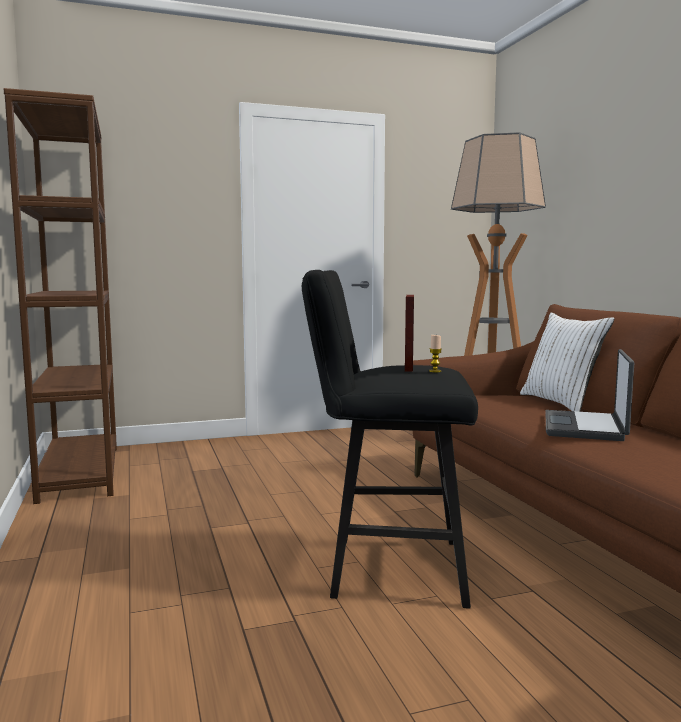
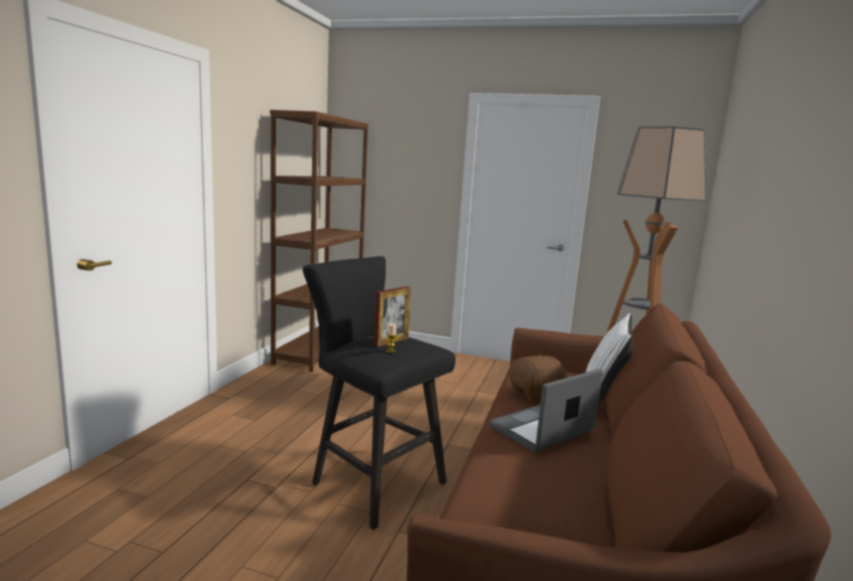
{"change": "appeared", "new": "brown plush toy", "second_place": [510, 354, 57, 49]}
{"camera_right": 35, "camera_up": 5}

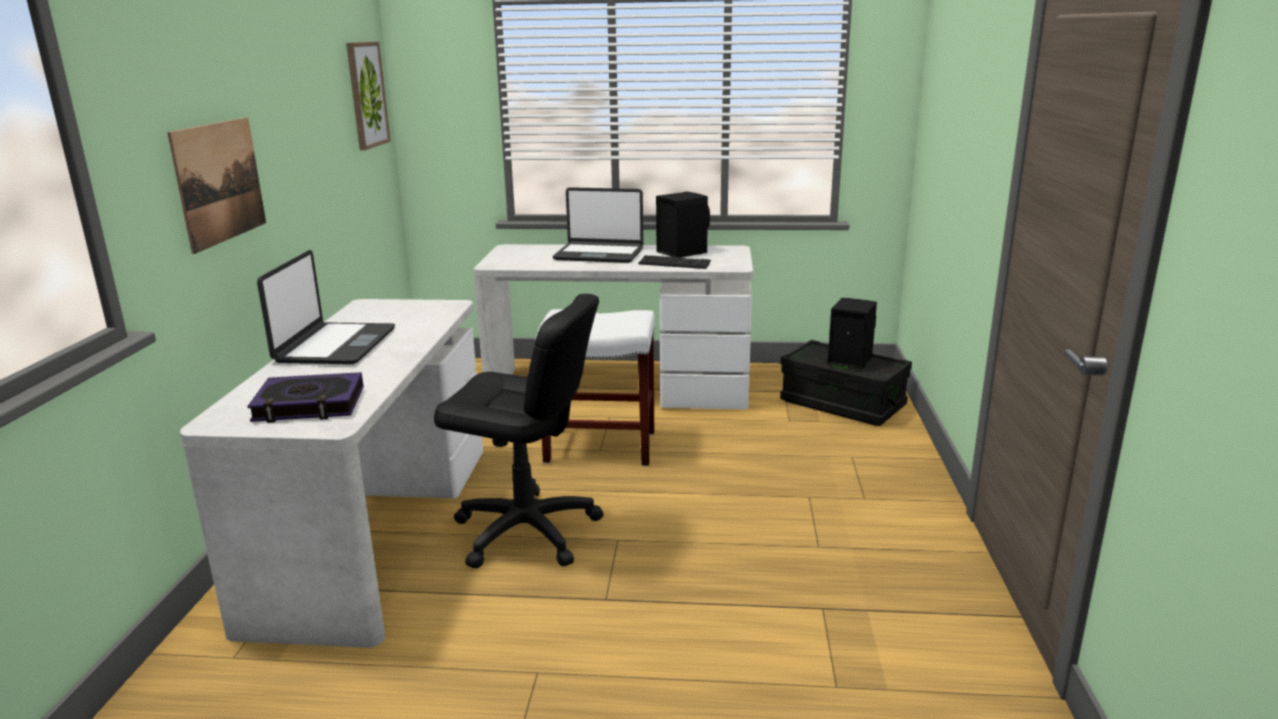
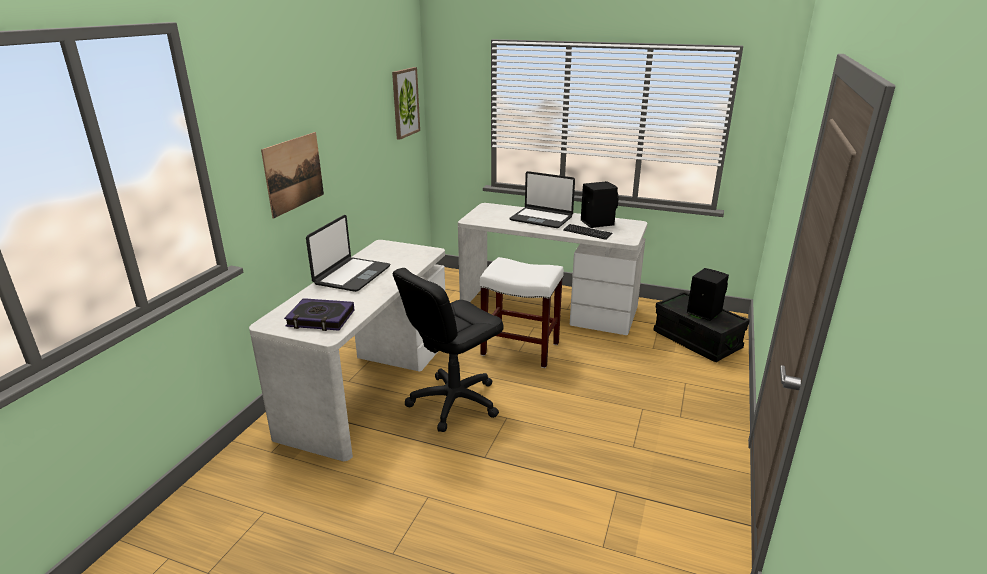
{"change": "spun", "old": "black office chair", "first_place": [434, 294, 169, 274], "second_place": [393, 268, 111, 164], "degrees": 105}
{"camera_right": 15, "camera_up": 5}

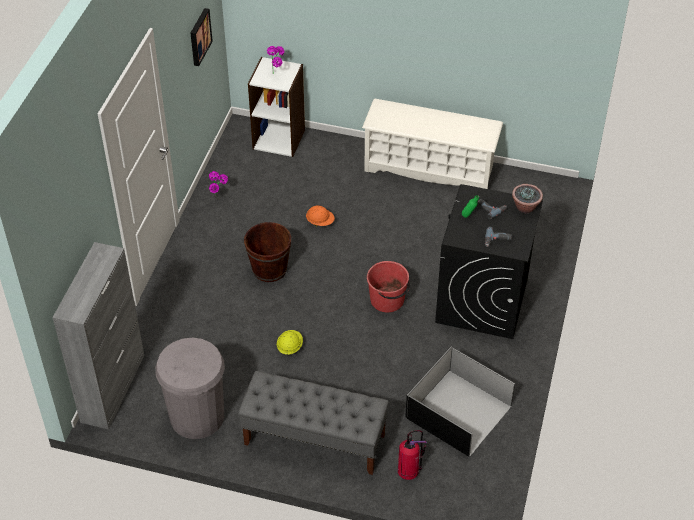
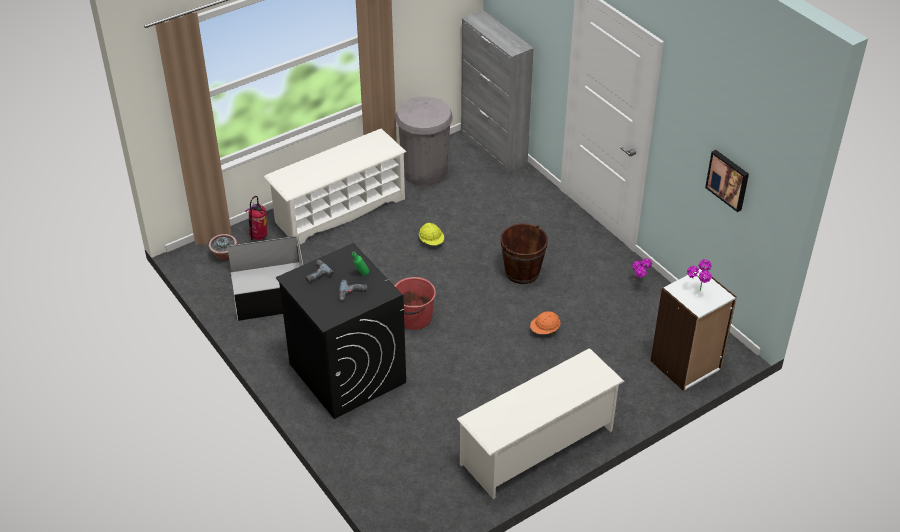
{"change": "relocated", "old": "potted plant", "first_place": [512, 184, 31, 29], "second_place": [209, 234, 28, 27]}
{"change": "exchanged", "old": "grey bench", "new": "white shoe rack", "first_place": [238, 371, 151, 104], "second_place": [264, 129, 142, 115]}
{"camera_right": 130, "camera_up": -5}

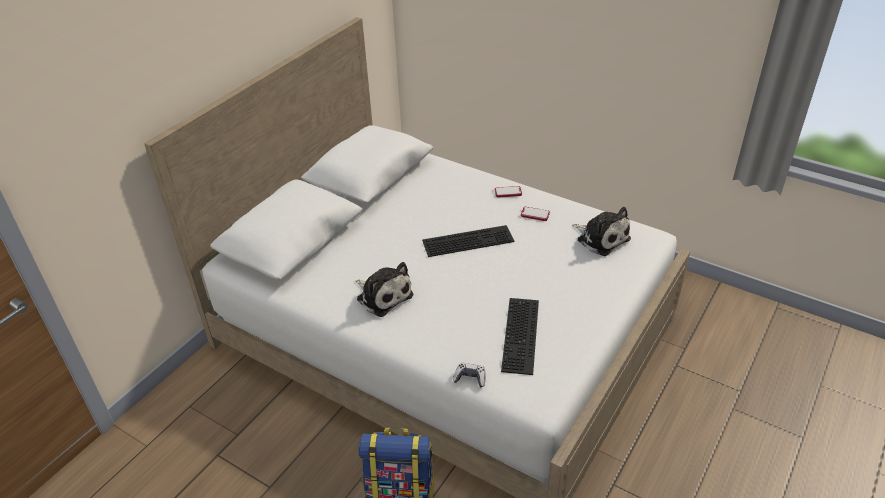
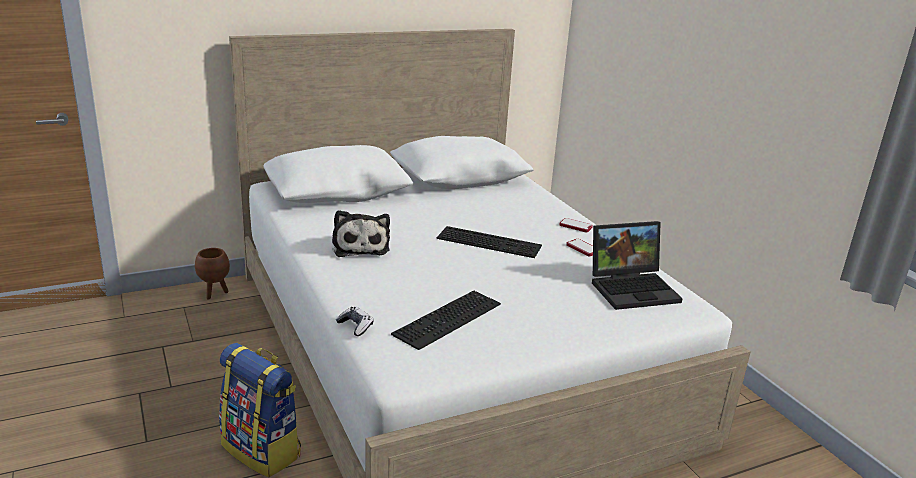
{"change": "appeared", "new": "brown planter", "second_place": [195, 248, 35, 52]}
{"change": "exchanged", "old": "plush toy", "new": "laptop", "first_place": [572, 207, 59, 49], "second_place": [592, 221, 91, 89]}
{"camera_right": 30, "camera_up": -15}

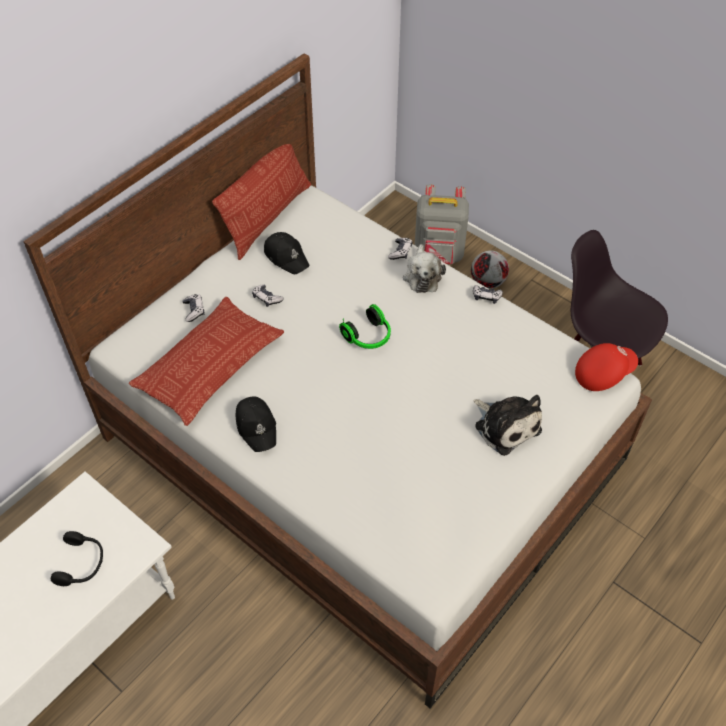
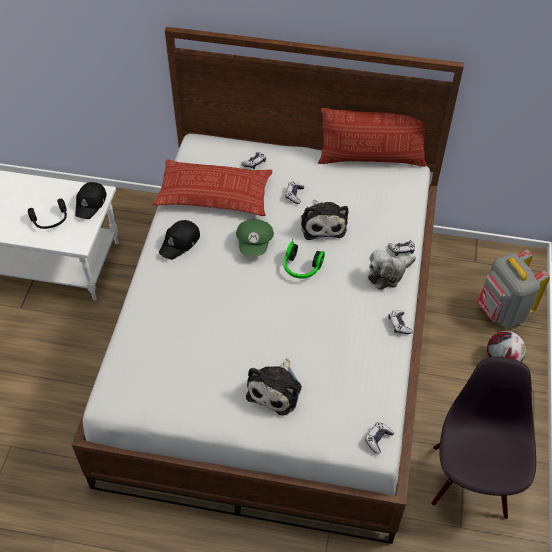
{"change": "appeared", "new": "green cap", "second_place": [236, 219, 38, 37]}
{"change": "appeared", "new": "plush toy", "second_place": [301, 200, 47, 40]}
{"change": "relocated", "old": "black cap", "first_place": [264, 232, 46, 42], "second_place": [75, 182, 32, 37]}
{"change": "exchanged", "old": "red cap", "new": "game controller", "first_place": [575, 343, 63, 48], "second_place": [365, 422, 29, 32]}
{"camera_right": 60, "camera_up": 0}

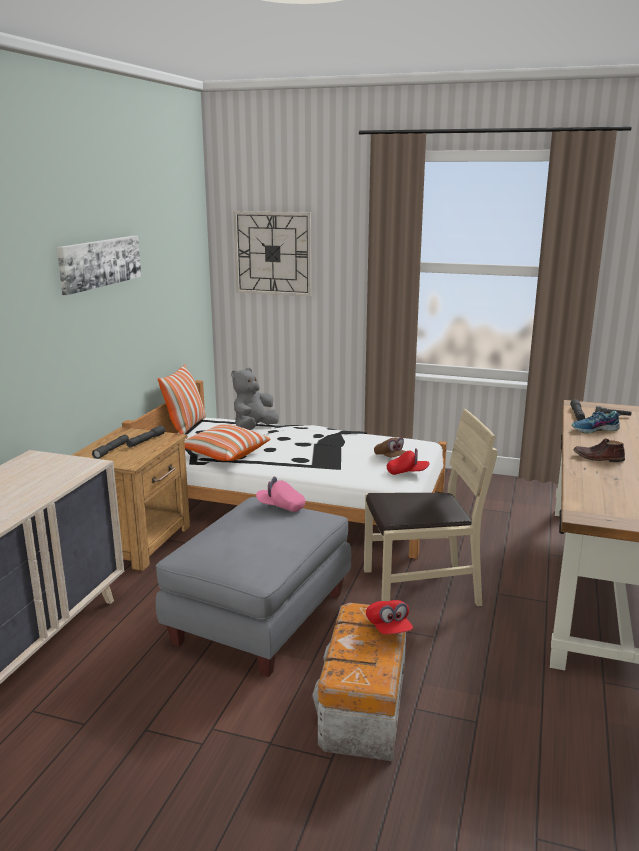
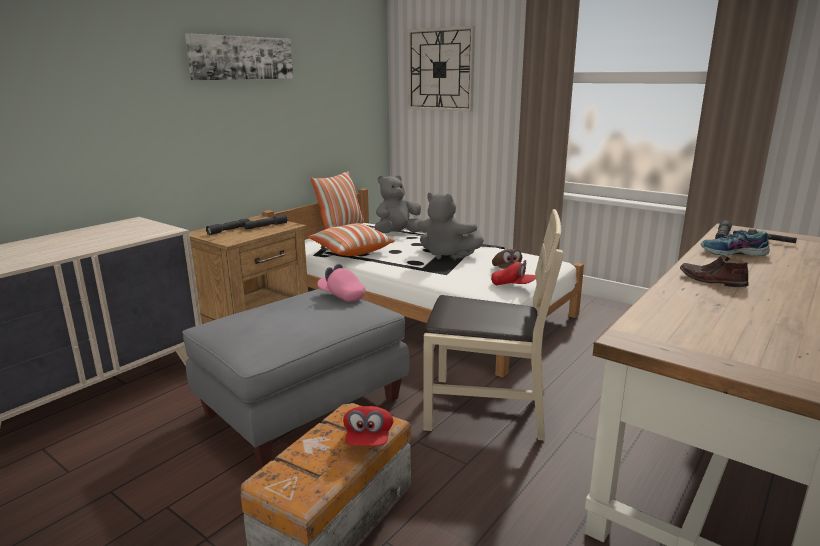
{"change": "appeared", "new": "grey plush toy", "second_place": [417, 193, 67, 66]}
{"camera_right": 20, "camera_up": 0}

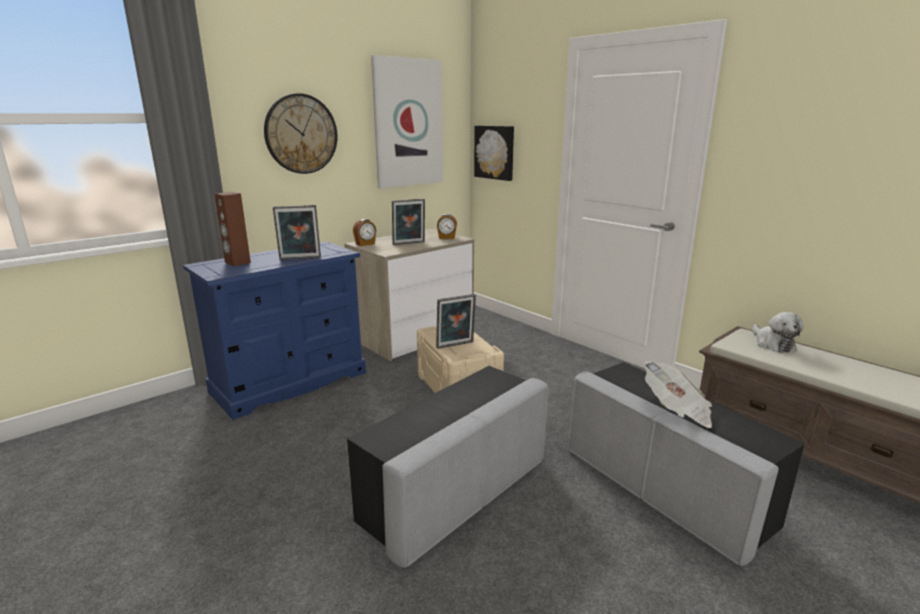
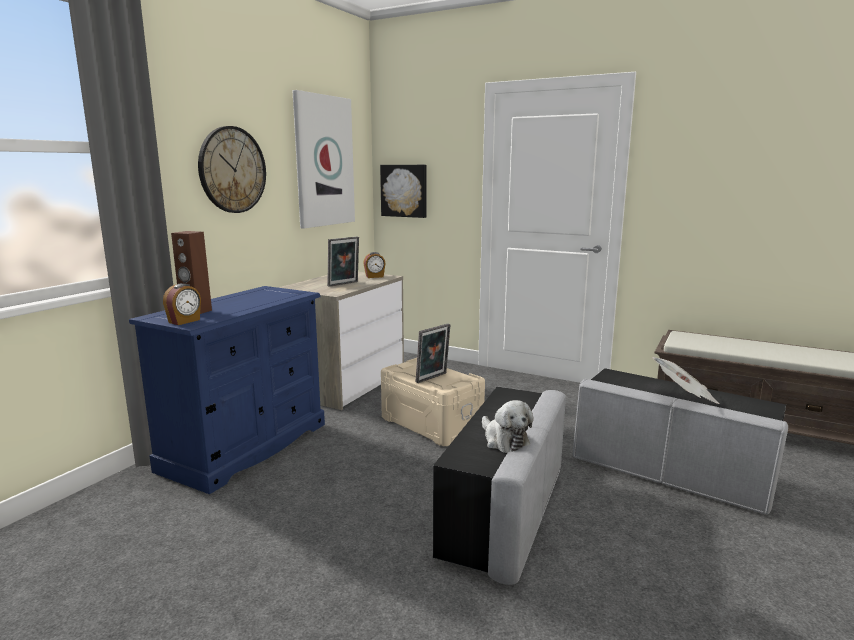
{"change": "missing", "old": "picture frame", "first_place": [273, 205, 48, 55]}
{"change": "relocated", "old": "alarm clock", "first_place": [353, 219, 23, 27], "second_place": [163, 283, 38, 42]}
{"change": "relocated", "old": "plush toy", "first_place": [752, 312, 51, 41], "second_place": [482, 400, 52, 53]}
{"camera_right": -20, "camera_up": -5}

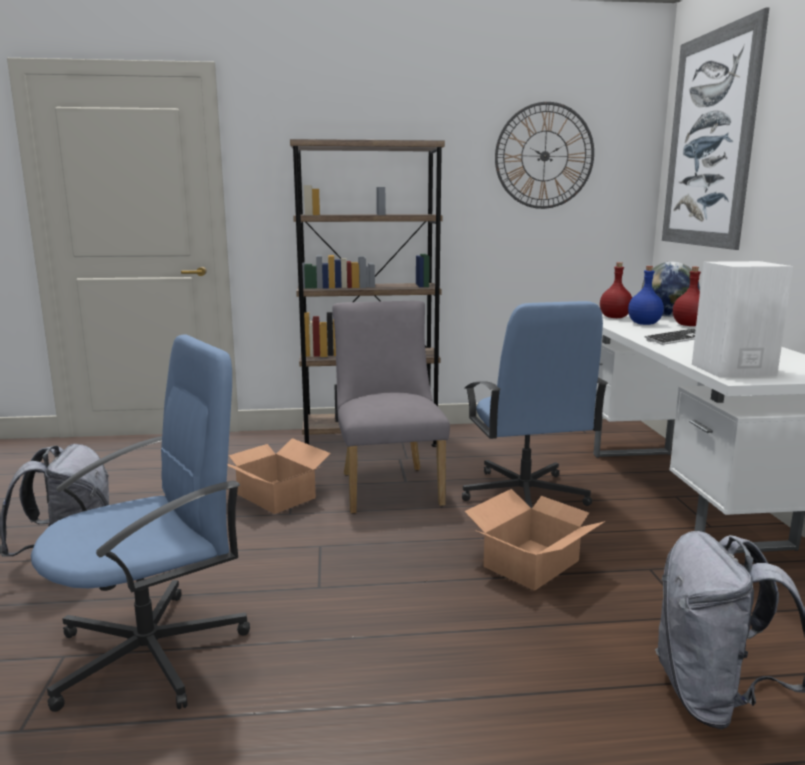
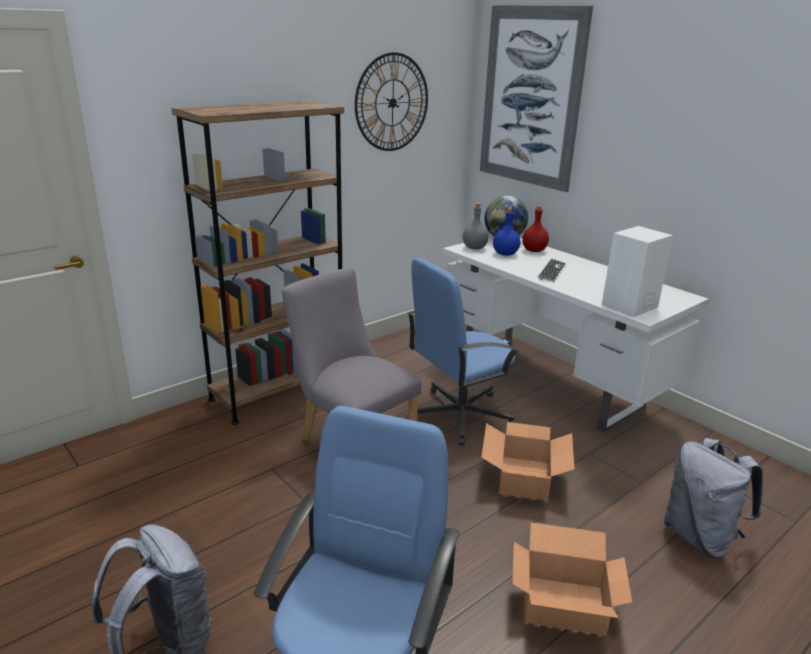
{"change": "relocated", "old": "cardboard box", "first_place": [227, 438, 104, 76], "second_place": [512, 522, 120, 114]}
{"change": "colour", "old": "red bottle", "new": "grey bottle", "first_place": [600, 262, 32, 56], "second_place": [463, 203, 26, 46]}
{"change": "spun", "old": "blue office chair", "first_place": [462, 301, 146, 208], "second_place": [408, 258, 112, 188], "degrees": 105}
{"camera_right": -35, "camera_up": 10}

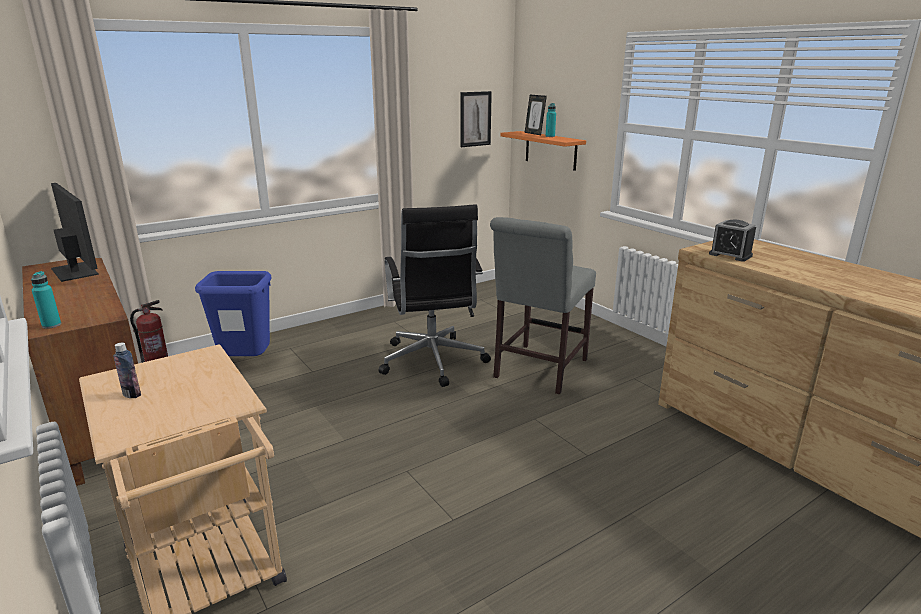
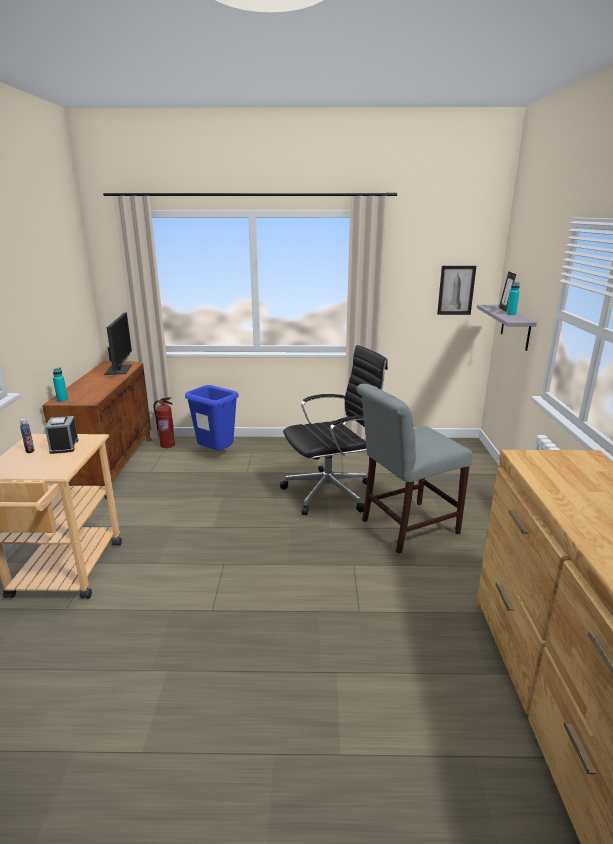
{"change": "relocated", "old": "alarm clock", "first_place": [709, 220, 47, 42], "second_place": [45, 416, 33, 38]}
{"change": "colour", "old": "orange shelf", "new": "grey shelf", "first_place": [500, 131, 86, 40], "second_place": [477, 305, 60, 46]}
{"change": "spun", "old": "black office chair", "first_place": [378, 205, 113, 182], "second_place": [280, 345, 108, 170], "degrees": -135}
{"camera_right": 35, "camera_up": 0}

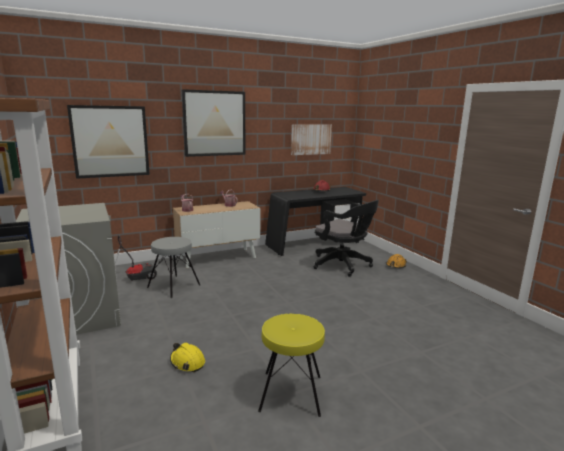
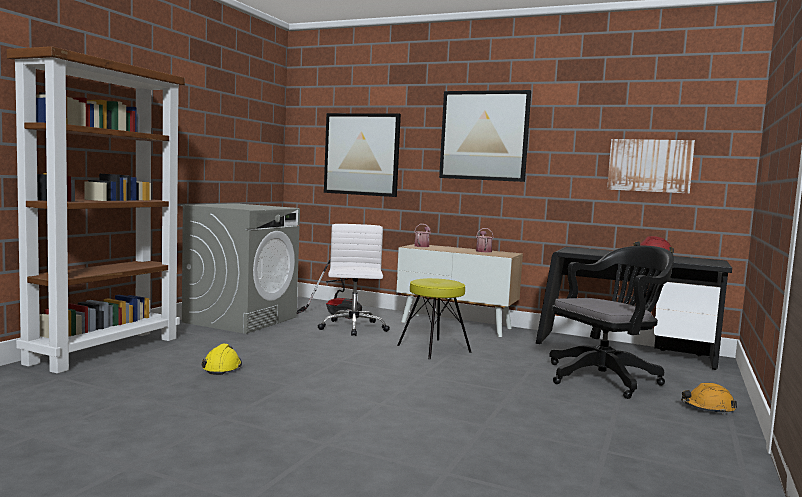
{"change": "relocated", "old": "yellow stool", "first_place": [258, 314, 67, 103], "second_place": [397, 278, 75, 81]}
{"change": "exchanged", "old": "grey stool", "new": "white office chair", "first_place": [147, 237, 53, 61], "second_place": [318, 224, 72, 112]}
{"change": "spun", "old": "black office chair", "first_place": [313, 200, 66, 77], "second_place": [549, 246, 125, 153], "degrees": -120}
{"camera_right": 50, "camera_up": -10}

